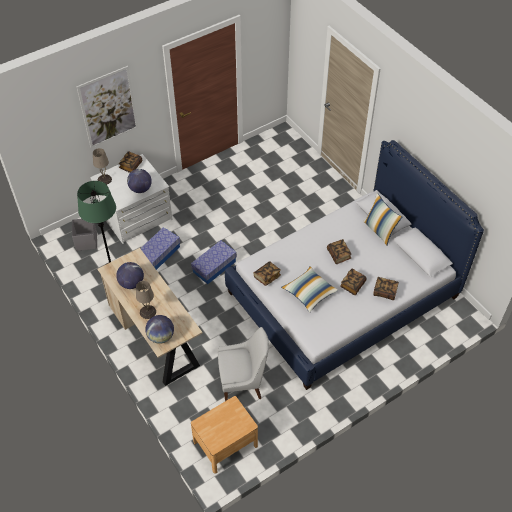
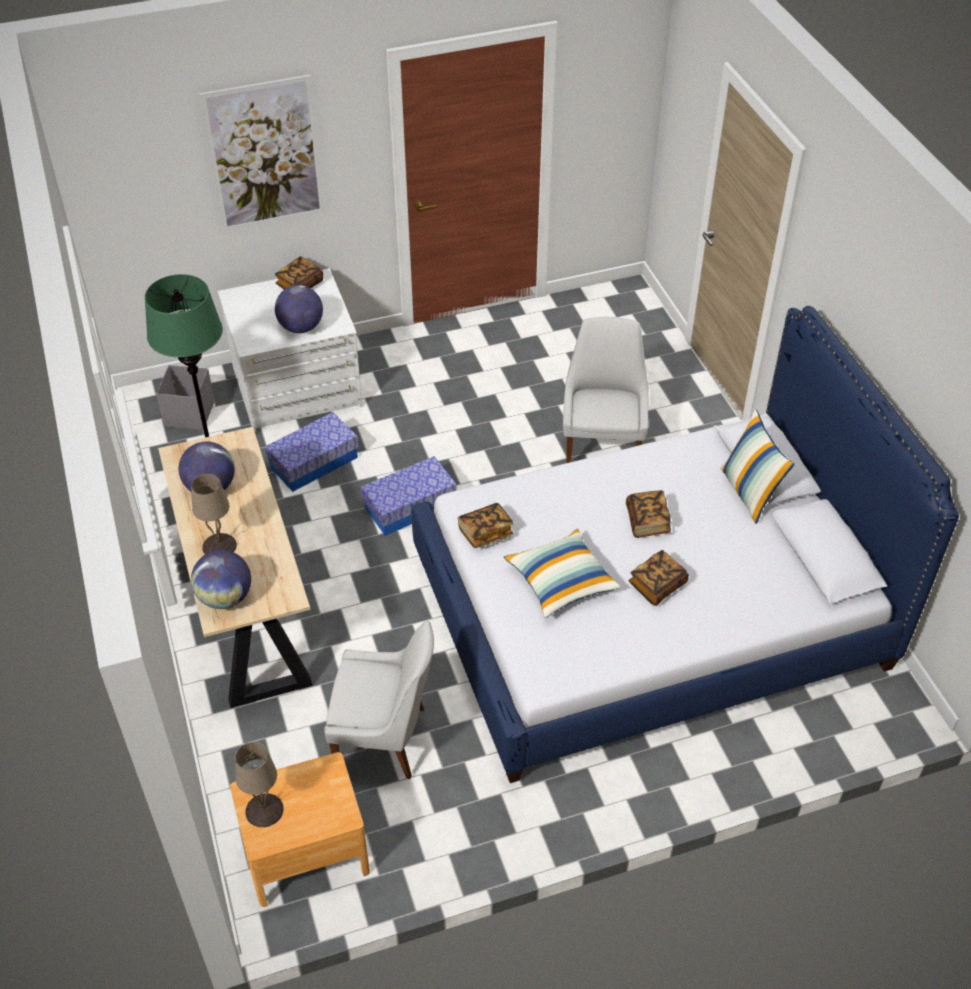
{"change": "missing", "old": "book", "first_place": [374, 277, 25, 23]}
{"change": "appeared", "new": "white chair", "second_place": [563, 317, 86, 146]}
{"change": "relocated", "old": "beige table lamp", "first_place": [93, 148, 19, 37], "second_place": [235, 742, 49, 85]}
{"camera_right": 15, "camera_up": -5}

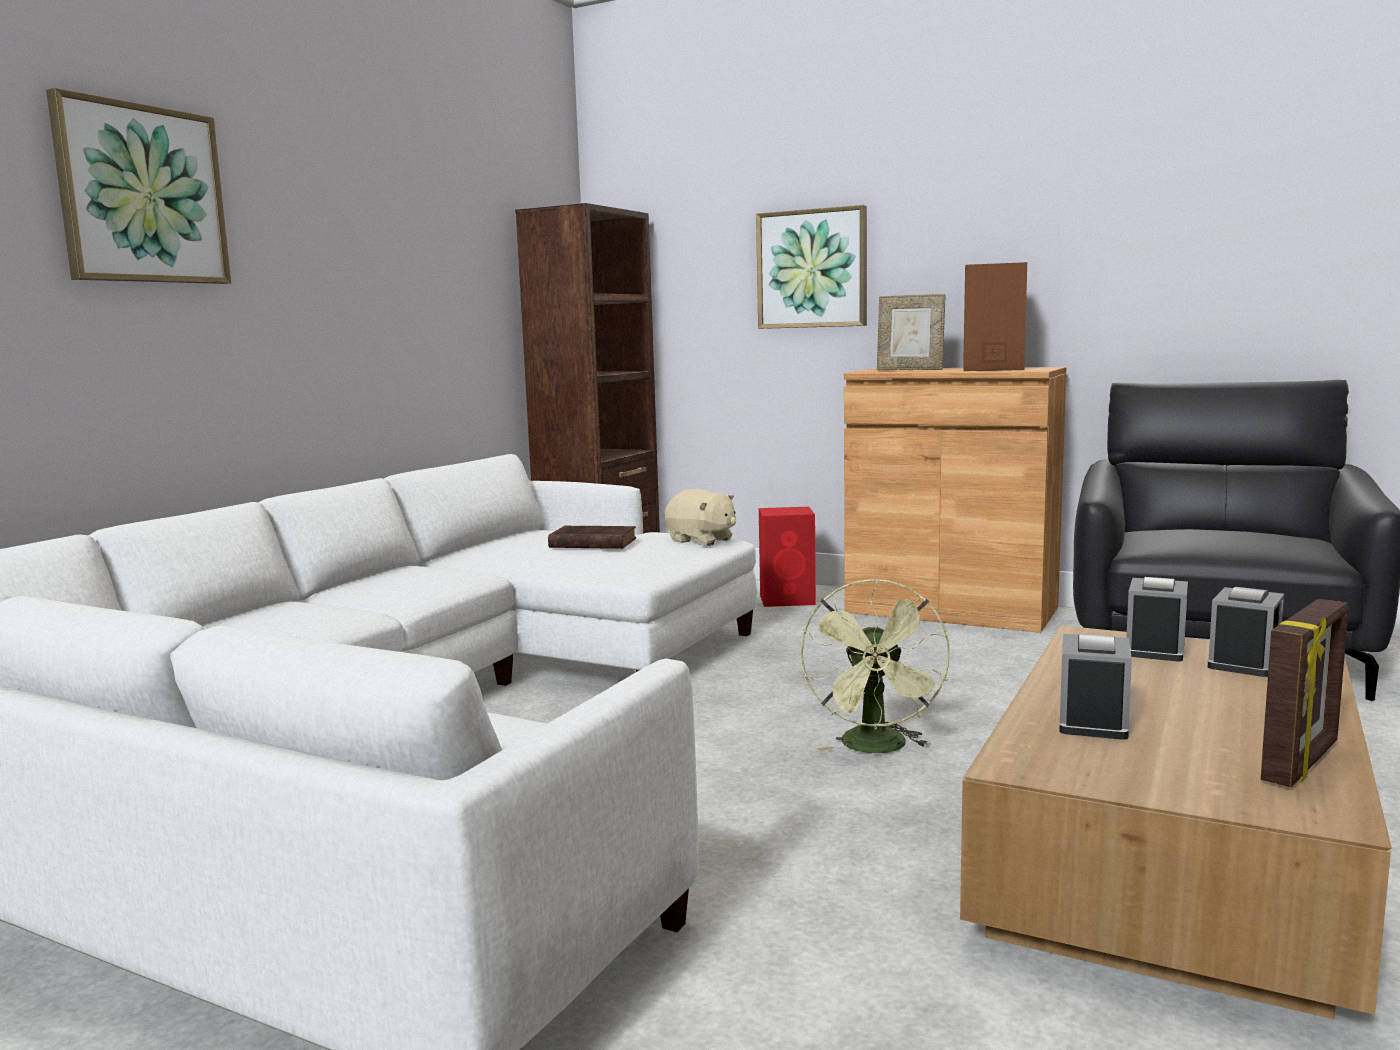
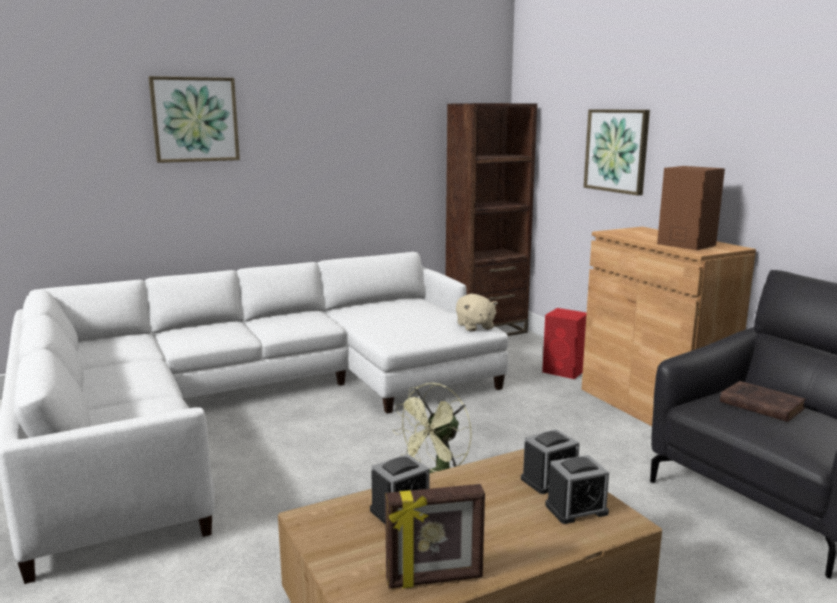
{"change": "missing", "old": "picture frame", "first_place": [877, 294, 69, 76]}
{"change": "relocated", "old": "brown book", "first_place": [548, 526, 88, 23], "second_place": [720, 381, 86, 41]}
{"camera_right": 35, "camera_up": 5}

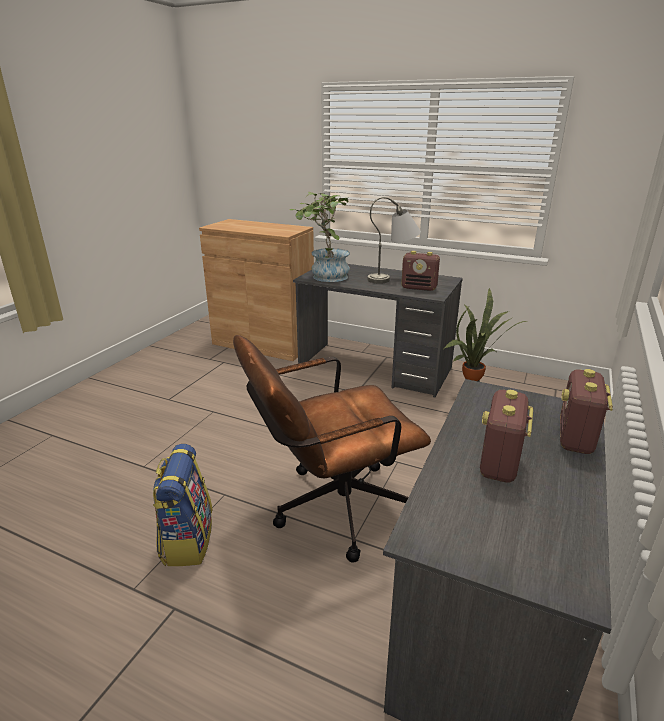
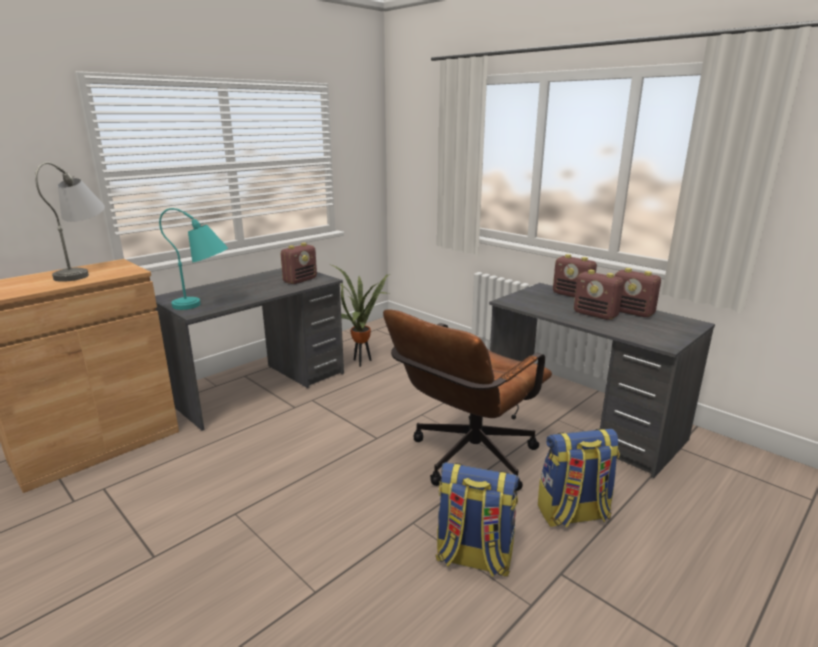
{"change": "appeared", "new": "backpack", "second_place": [538, 429, 82, 98]}
{"change": "appeared", "new": "radio", "second_place": [614, 268, 47, 49]}
{"change": "relocated", "old": "grey table lamp", "first_place": [368, 197, 53, 87], "second_place": [35, 162, 70, 120]}
{"change": "exchanged", "old": "potted plant", "new": "turquoise table lamp", "first_place": [290, 192, 60, 90], "second_place": [159, 208, 69, 102]}
{"change": "spun", "old": "brown office chair", "first_place": [233, 335, 198, 228], "second_place": [383, 309, 169, 182], "degrees": 45}
{"camera_right": -70, "camera_up": -5}

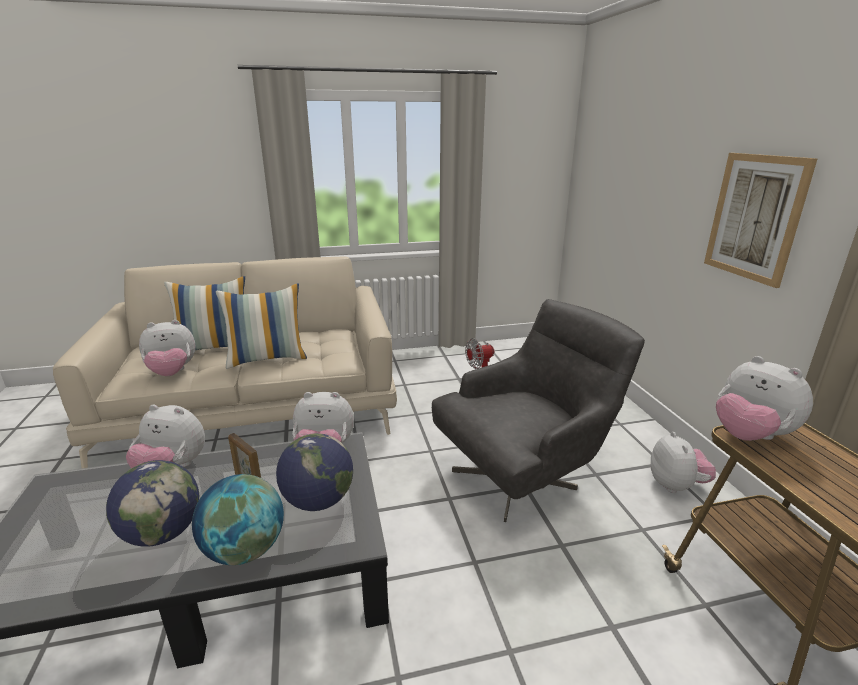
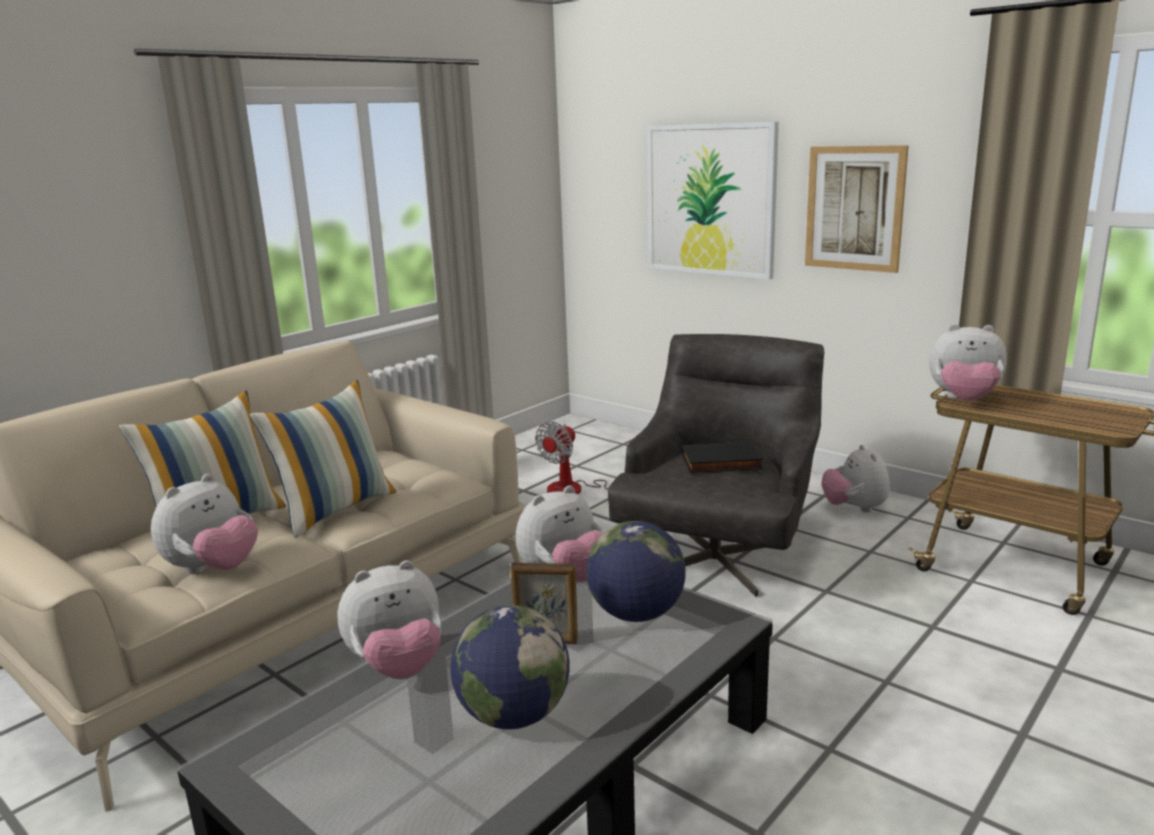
{"change": "missing", "old": "globe", "first_place": [192, 474, 92, 91]}
{"change": "appeared", "new": "picture", "second_place": [647, 122, 132, 158]}
{"change": "appeared", "new": "black book", "second_place": [682, 441, 81, 32]}
{"change": "spun", "old": "plush toy", "first_place": [651, 432, 65, 61], "second_place": [821, 445, 69, 68], "degrees": -150}
{"camera_right": -35, "camera_up": -5}

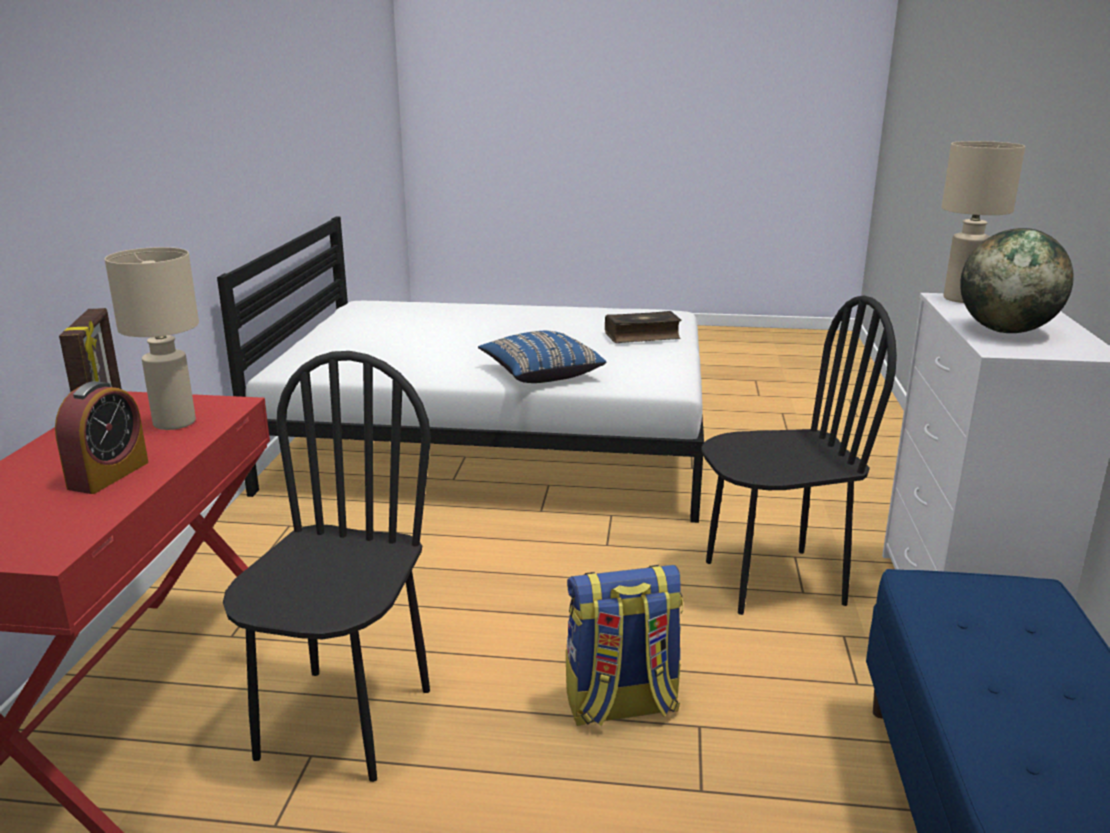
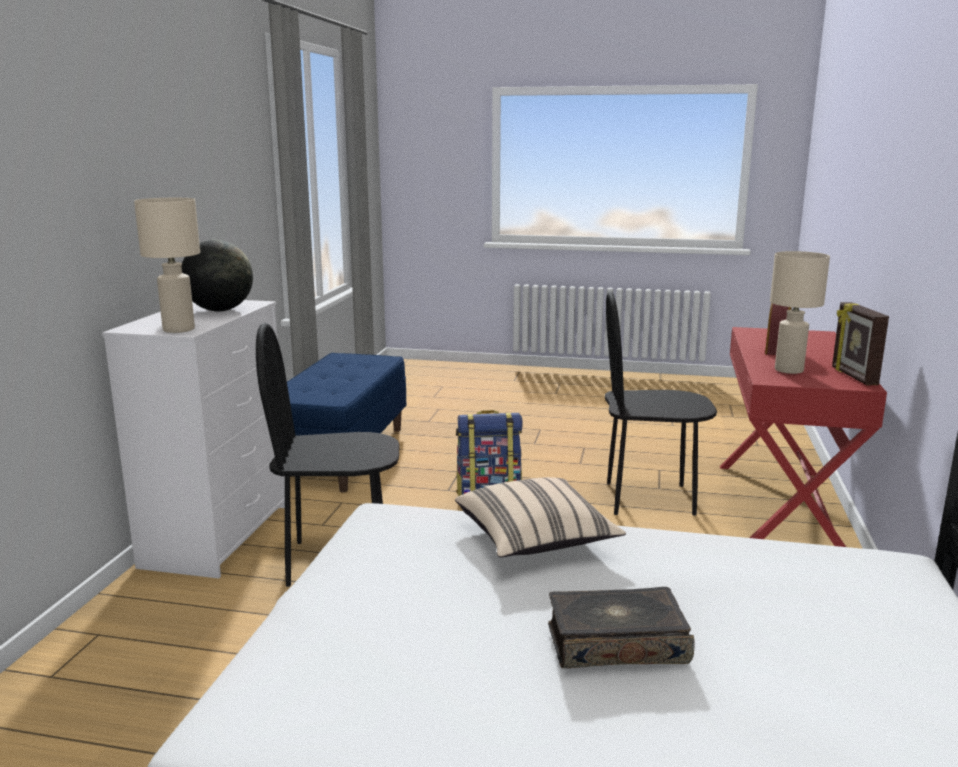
{"change": "relocated", "old": "book", "first_place": [605, 311, 76, 32], "second_place": [548, 587, 147, 81]}
{"change": "colour", "old": "blue pillow", "new": "beige pillow", "first_place": [478, 331, 128, 52], "second_place": [455, 477, 171, 81]}
{"change": "spun", "old": "black chair", "first_place": [223, 351, 208, 431], "second_place": [605, 292, 112, 224], "degrees": 75}
{"camera_right": -175, "camera_up": -5}

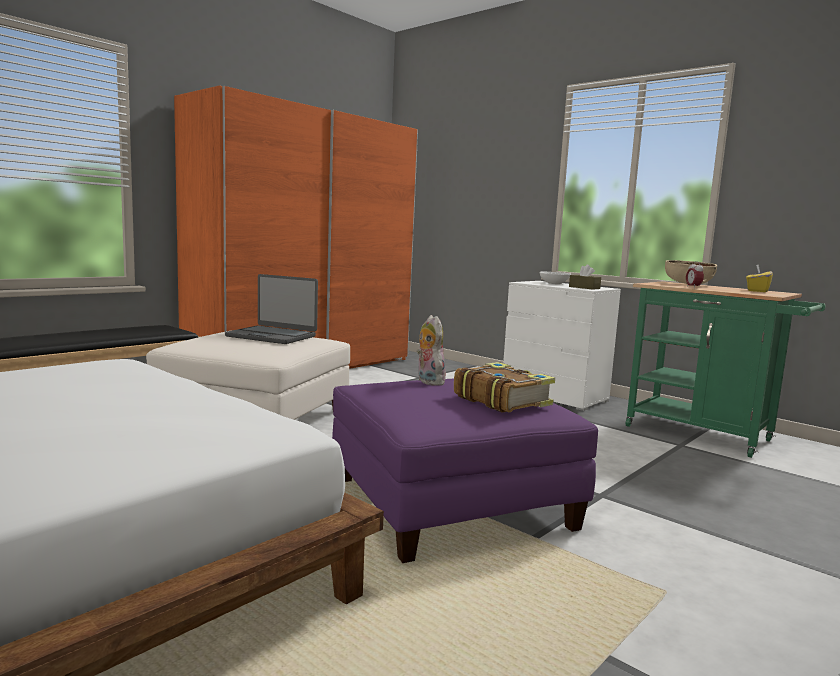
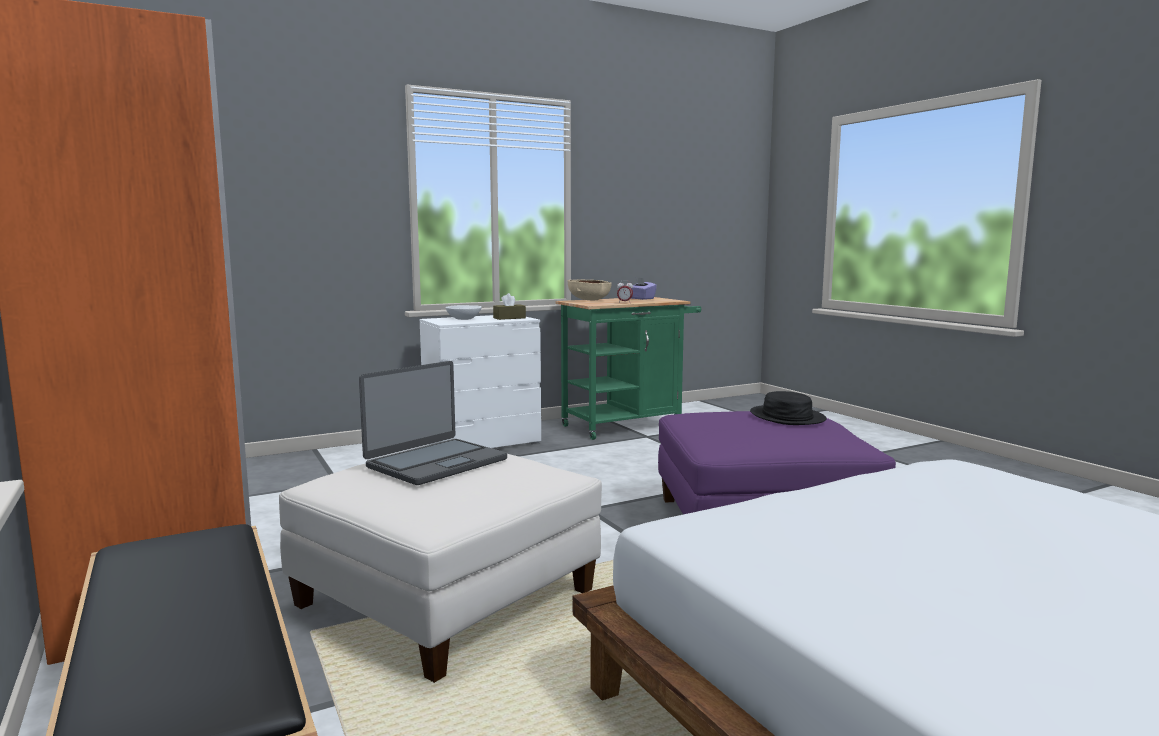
{"change": "missing", "old": "plush toy", "first_place": [417, 315, 29, 71]}
{"change": "exchanged", "old": "book", "new": "black hat", "first_place": [454, 362, 101, 51], "second_place": [750, 391, 77, 34]}
{"change": "colour", "old": "yellow tissue box", "new": "purple tissue box", "first_place": [746, 265, 27, 27], "second_place": [631, 277, 26, 23]}
{"camera_right": -70, "camera_up": 0}

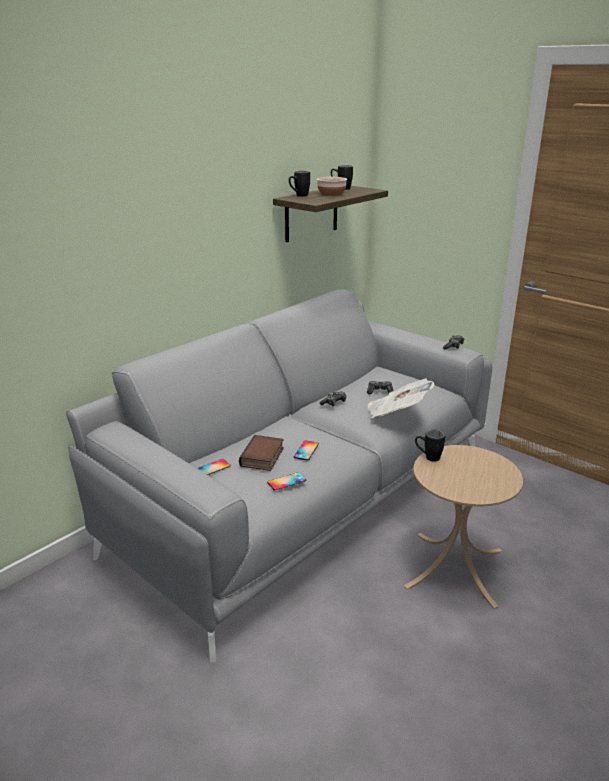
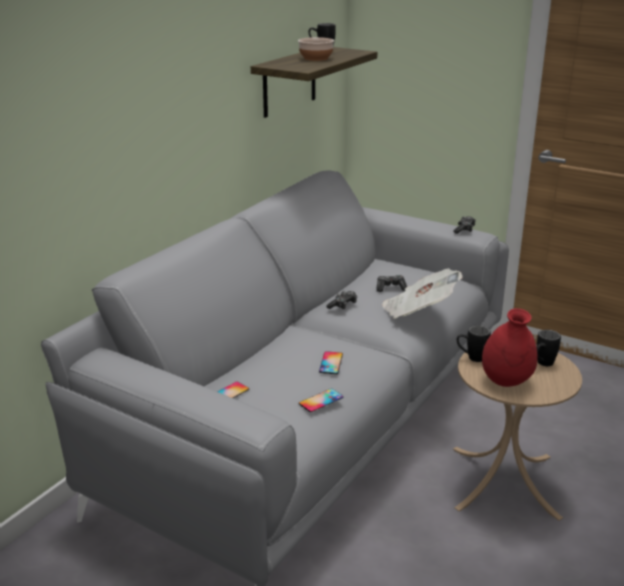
{"change": "missing", "old": "book", "first_place": [239, 435, 45, 36]}
{"change": "appeared", "new": "red vase", "second_place": [482, 308, 56, 79]}
{"change": "relocated", "old": "black mug", "first_place": [289, 171, 21, 26], "second_place": [536, 330, 25, 36]}
{"camera_right": -10, "camera_up": 0}

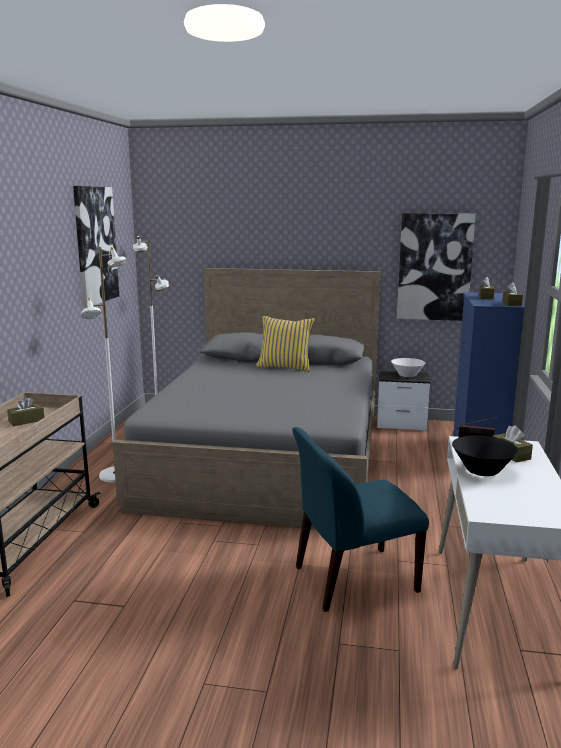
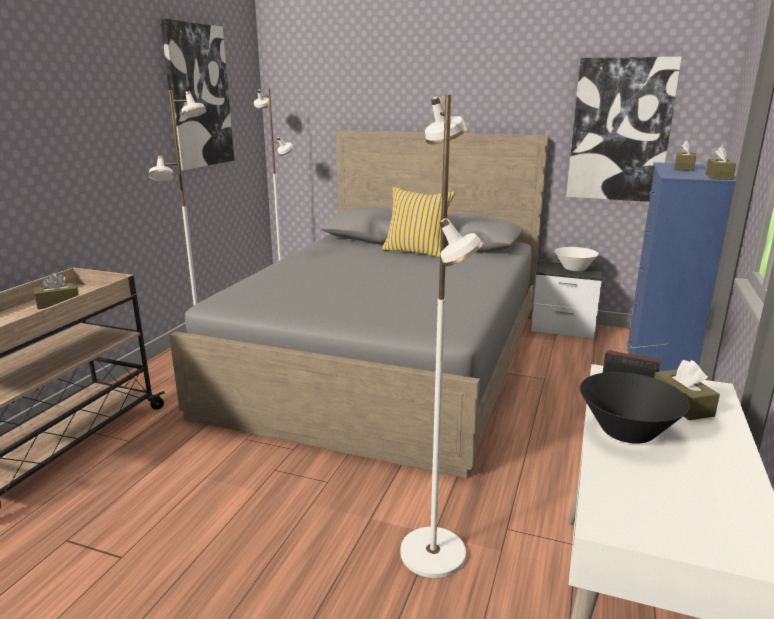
{"change": "exchanged", "old": "blue chair", "new": "white floor lamp", "first_place": [292, 427, 137, 185], "second_place": [400, 95, 83, 483]}
{"camera_right": 10, "camera_up": 5}

